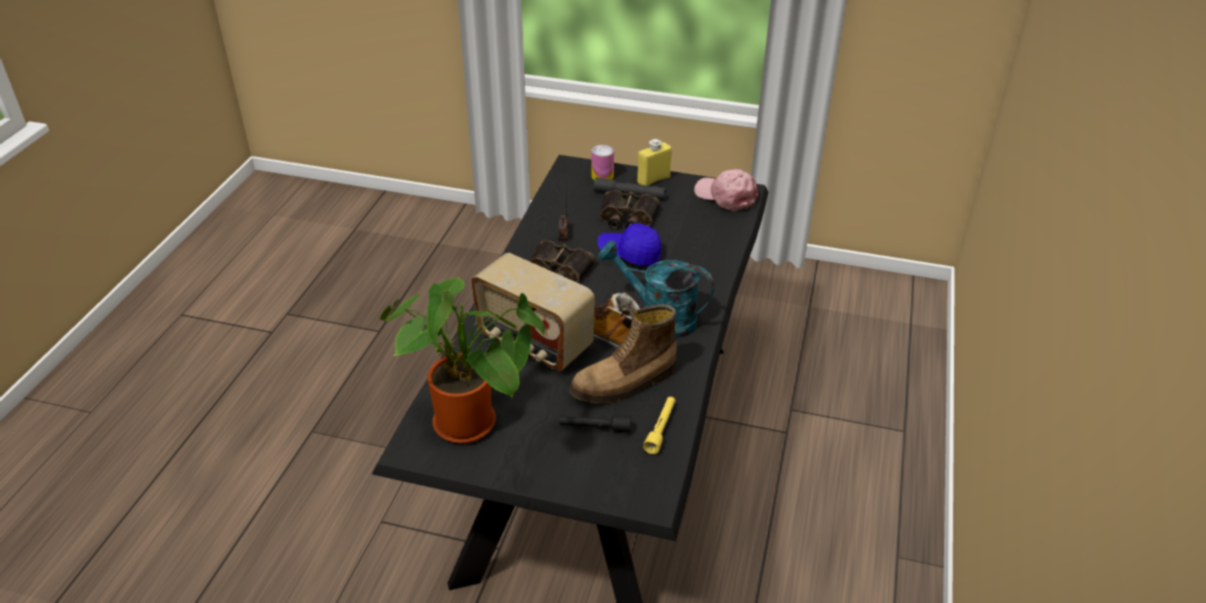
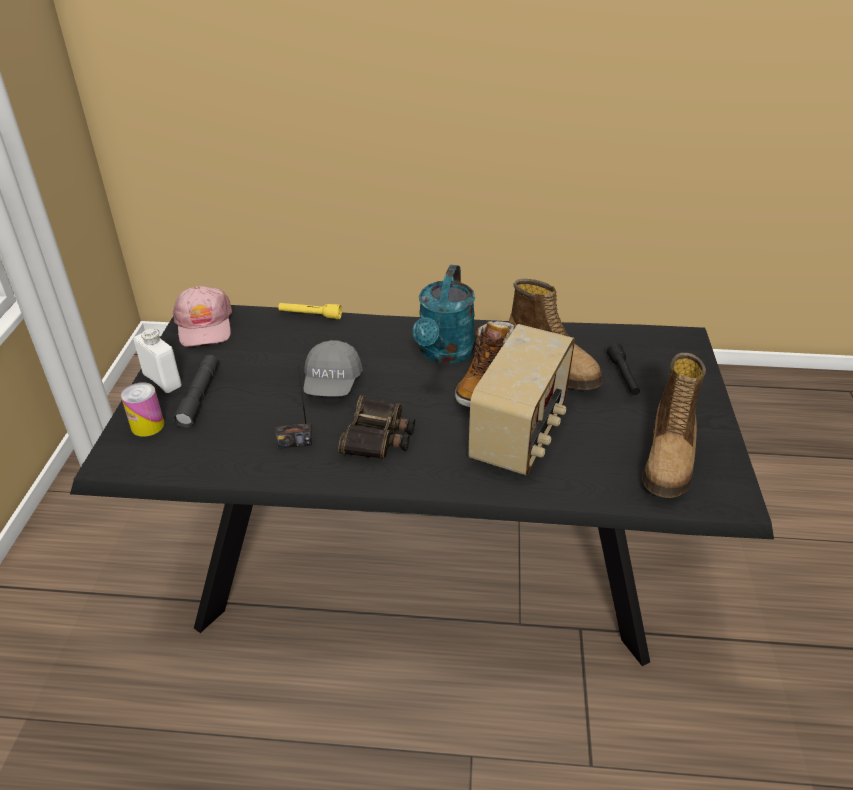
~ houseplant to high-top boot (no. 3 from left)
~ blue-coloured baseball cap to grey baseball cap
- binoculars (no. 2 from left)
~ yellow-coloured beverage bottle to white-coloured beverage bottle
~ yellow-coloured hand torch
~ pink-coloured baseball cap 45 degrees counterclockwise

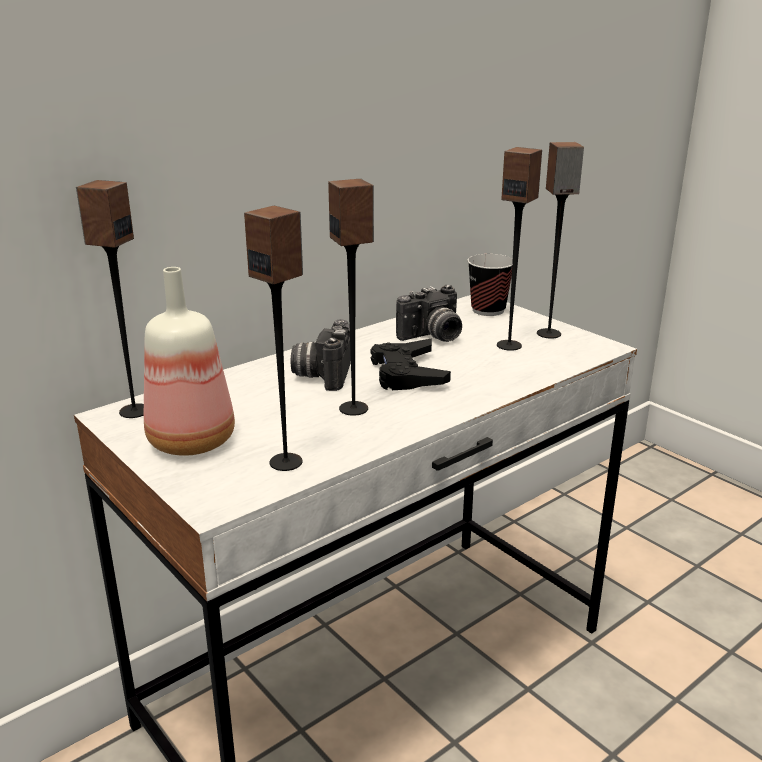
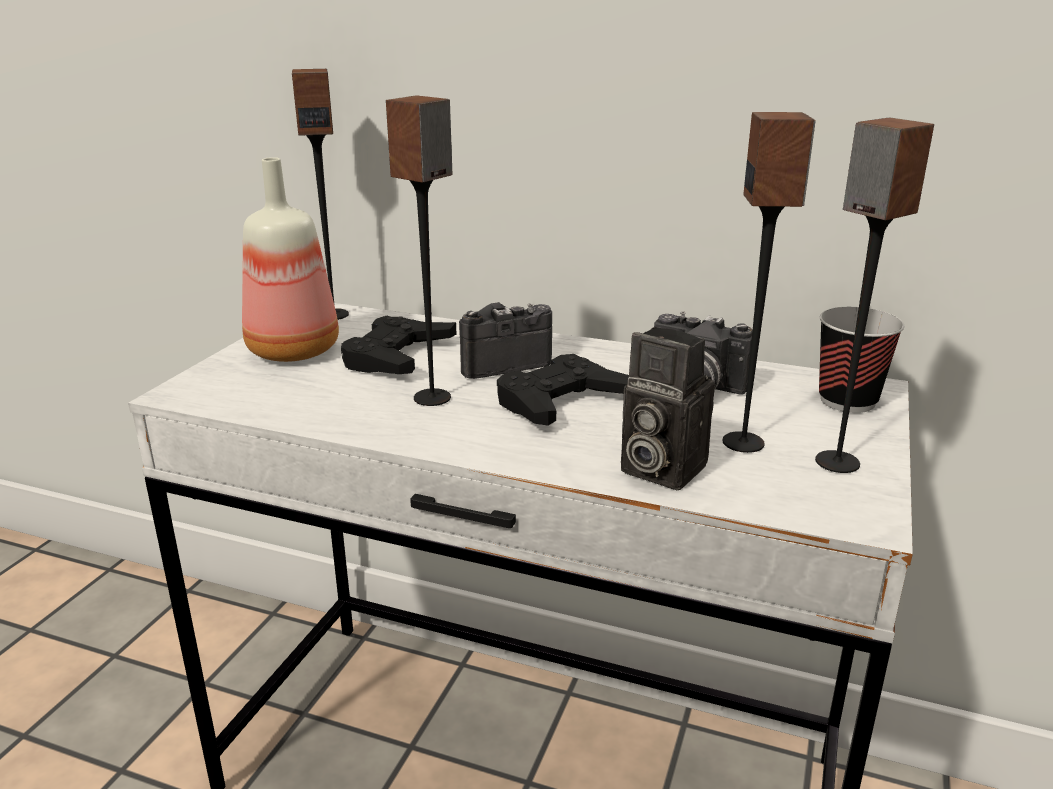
- speaker (no. 2 from left)
+ black-coloured joypad (no. 1 from left)
+ still camera (no. 2 from left)

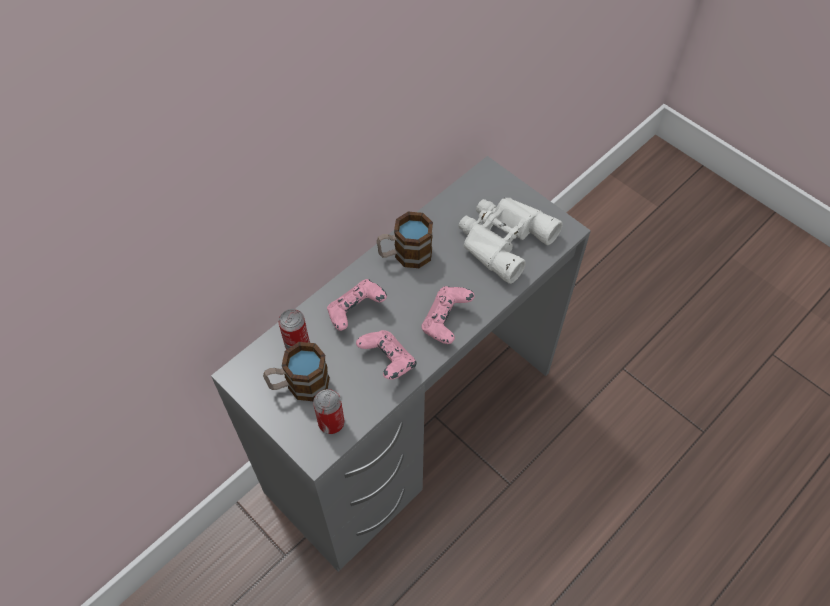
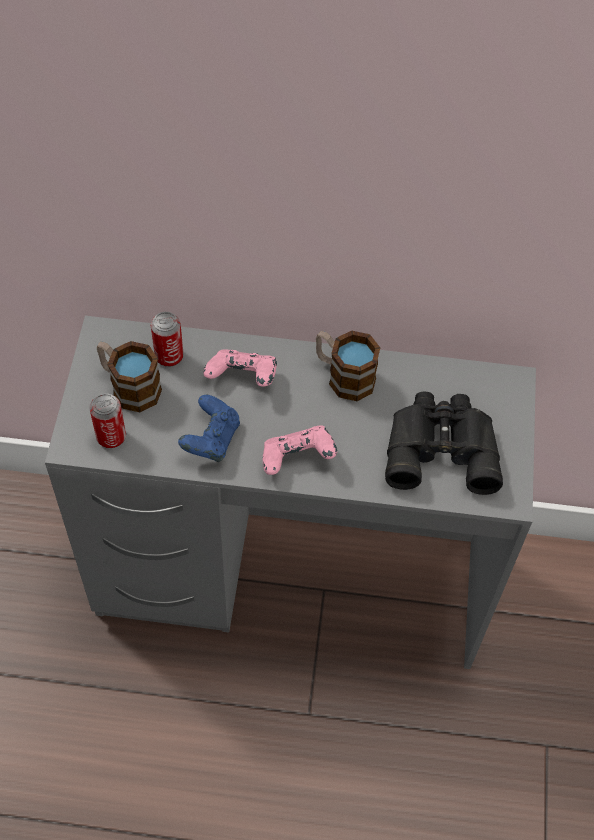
~ pink-coloured joypad (no. 2 from left) to blue-coloured joypad
~ white-coloured binoculars to black-coloured binoculars

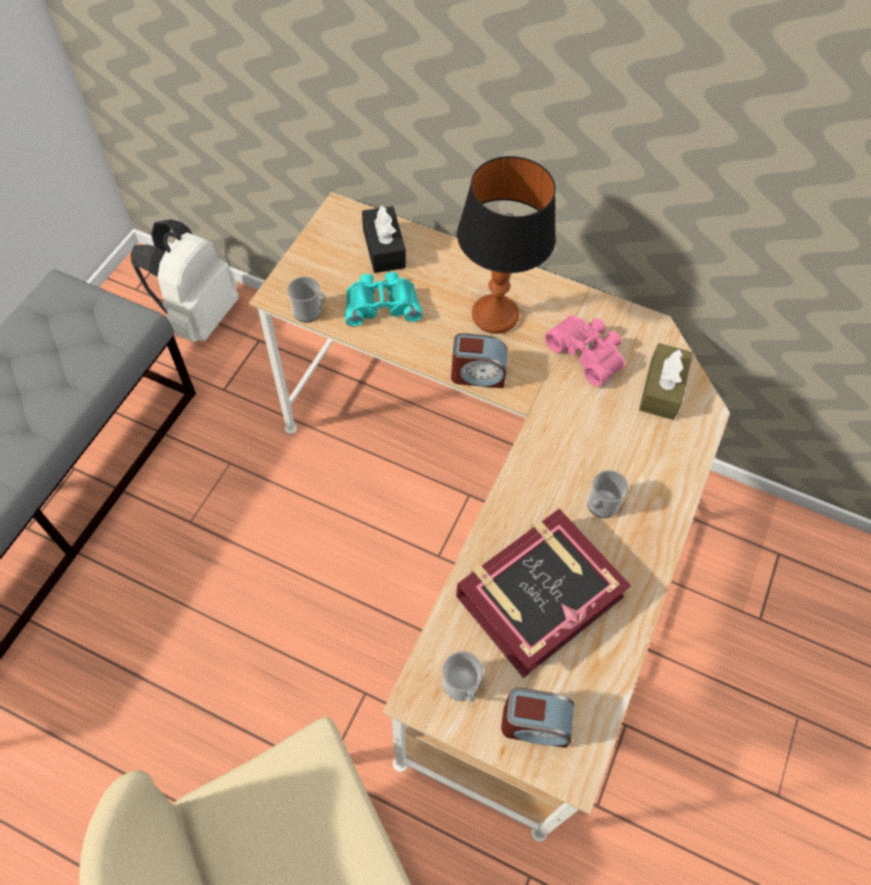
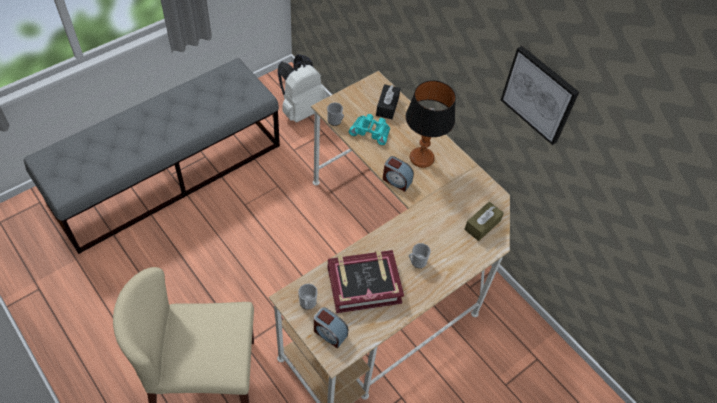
- pink-coloured binoculars
+ wall art

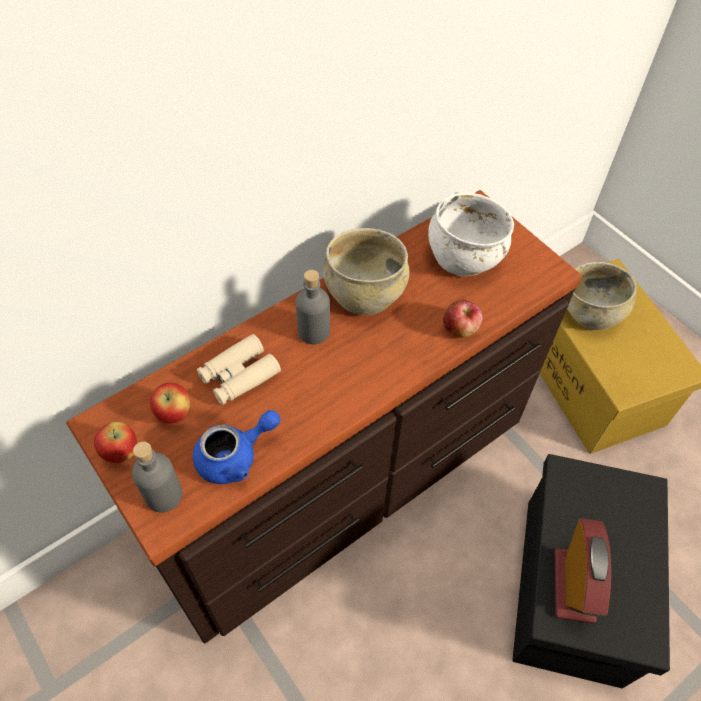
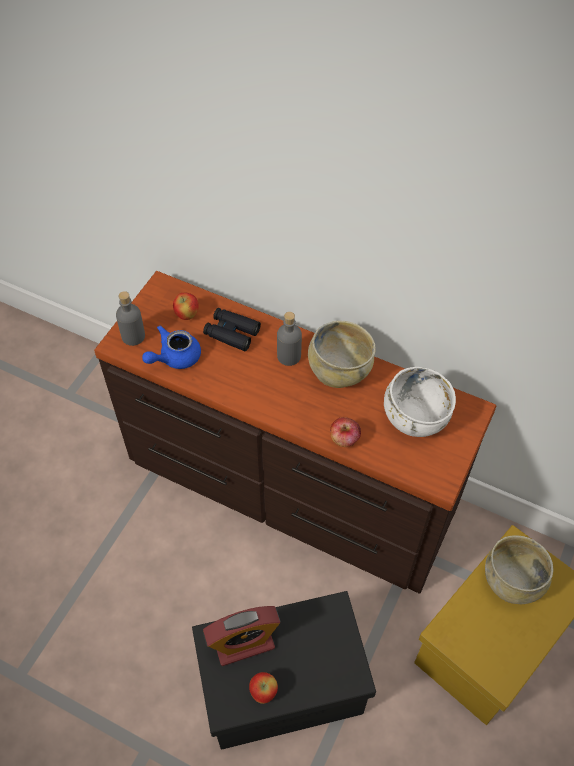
~ apple fruit (no. 1 from left in the first image) to apple fruit (no. 2 from left)
~ blue-coloured tea pot 105 degrees clockwise
~ beige-coloured binoculars to black-coloured binoculars

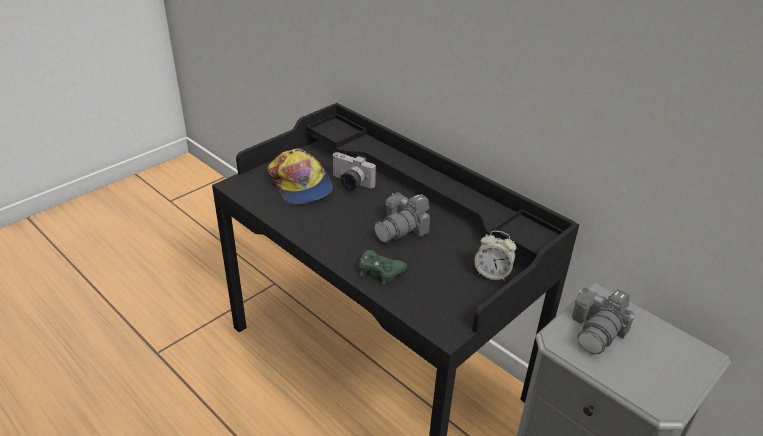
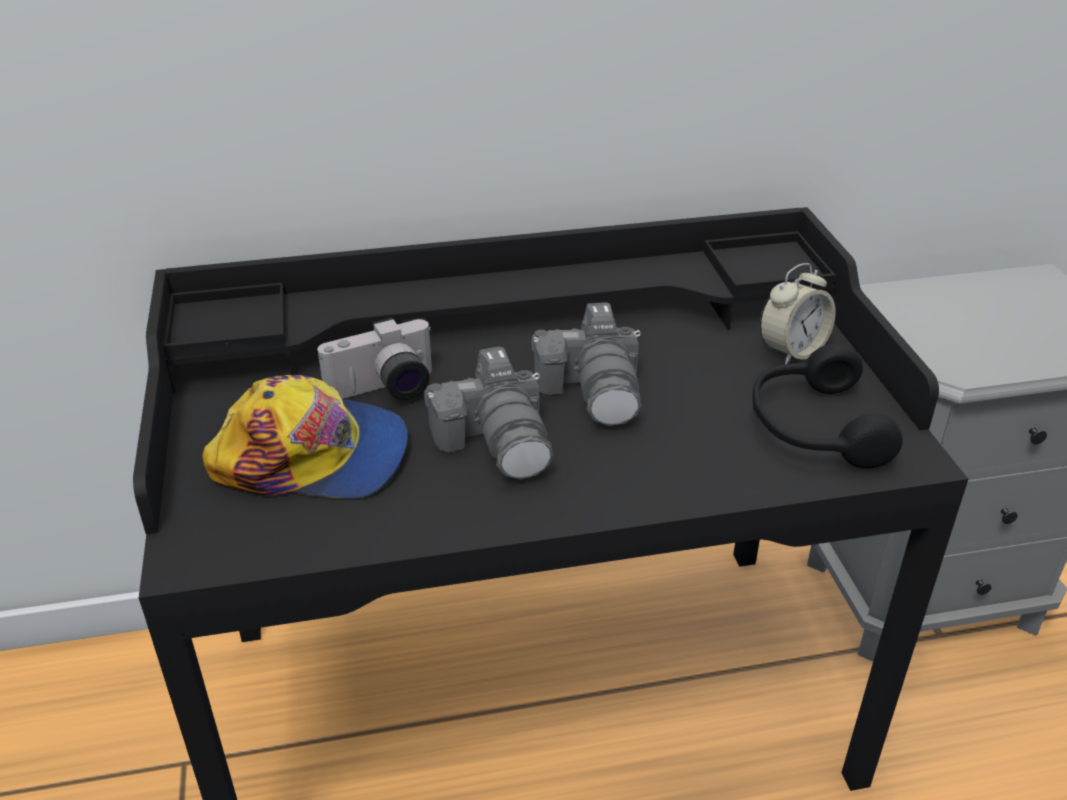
- greenish joypad
~ still camera (no. 3 from left in the first image) to still camera (no. 2 from left)
+ black-coloured pair of headphones

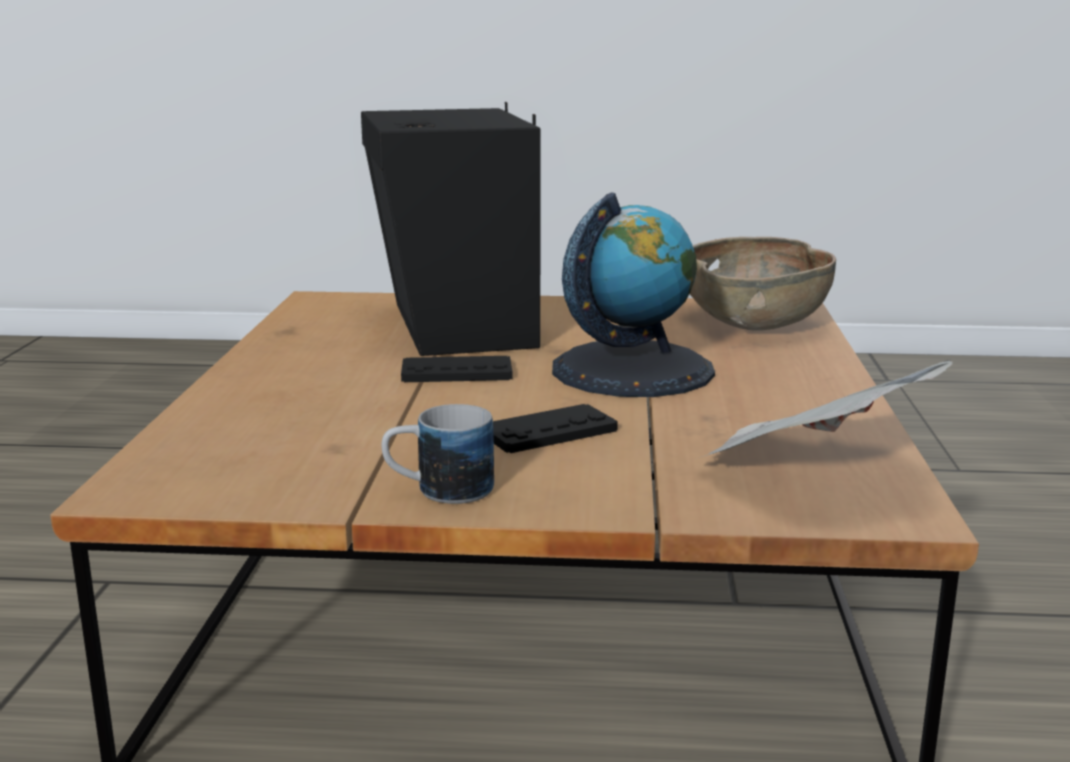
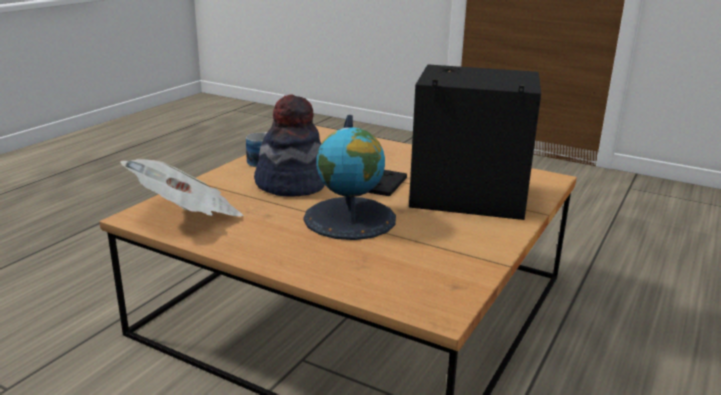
~ black-coloured joypad (no. 2 from left) to clothing hat
- brown serving bowl

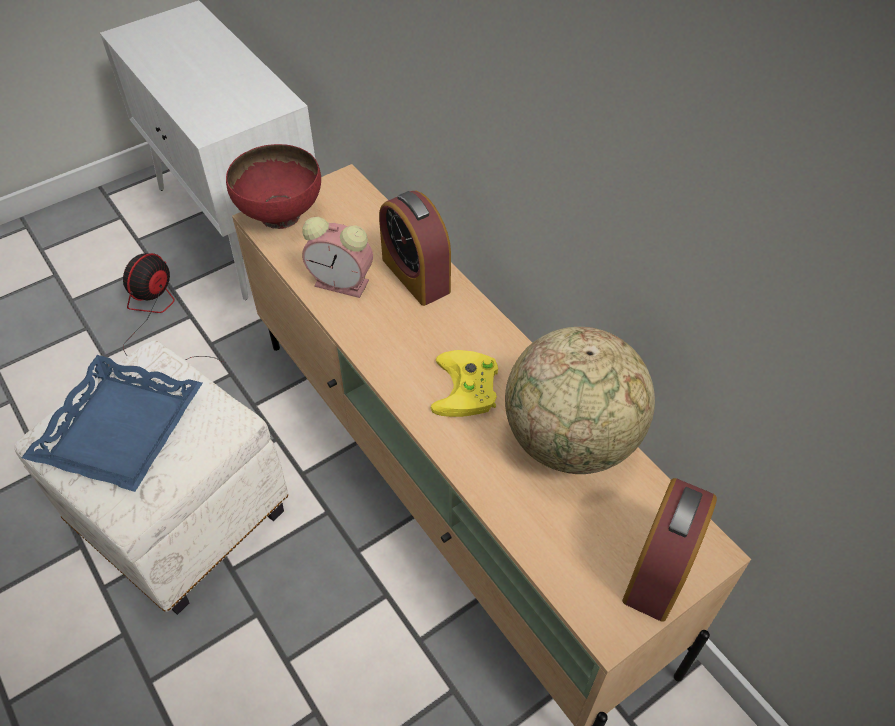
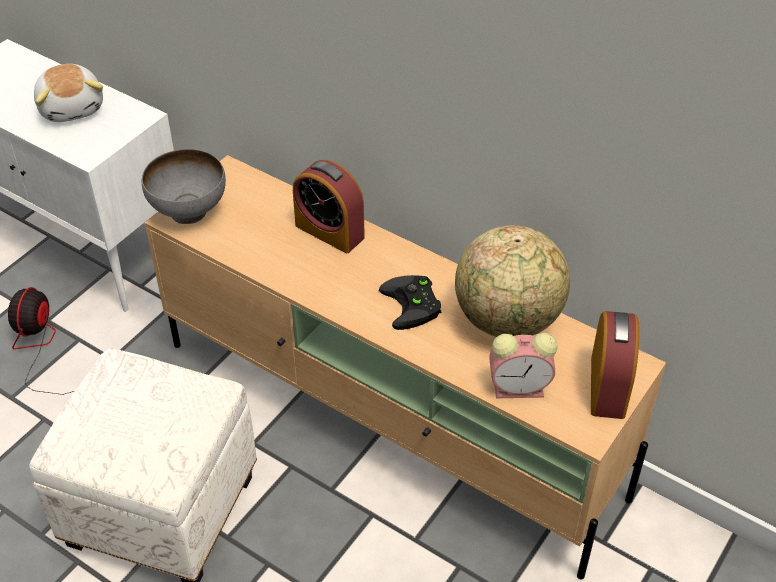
- blue-coloured carrying tray
~ red-coloured serving bowl to grey serving bowl
~ alarm clock (no. 1 from left in the first image) to alarm clock (no. 2 from left)
~ yellow-coloured joypad to black-coloured joypad
+ cuddly toy

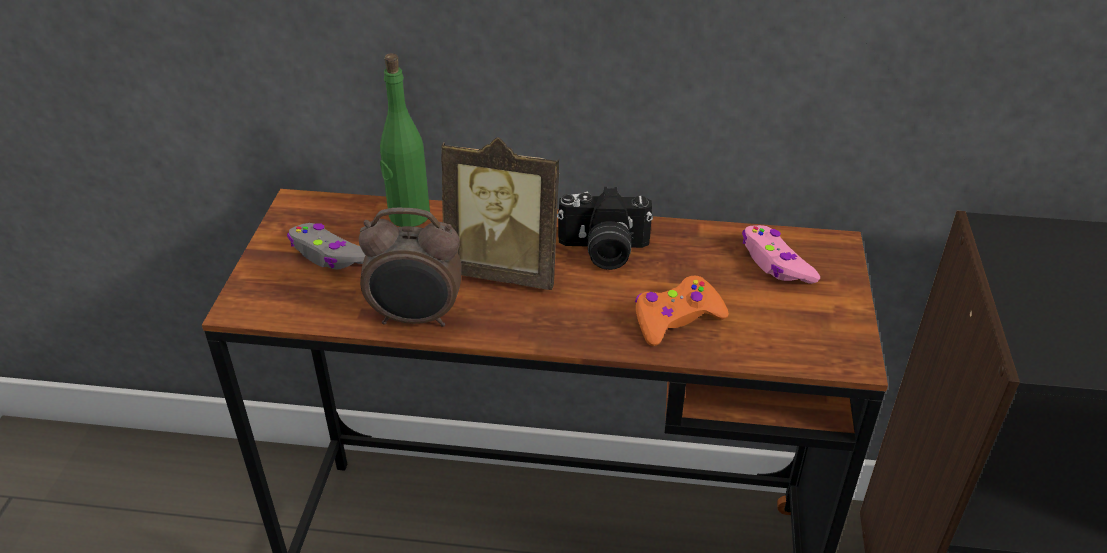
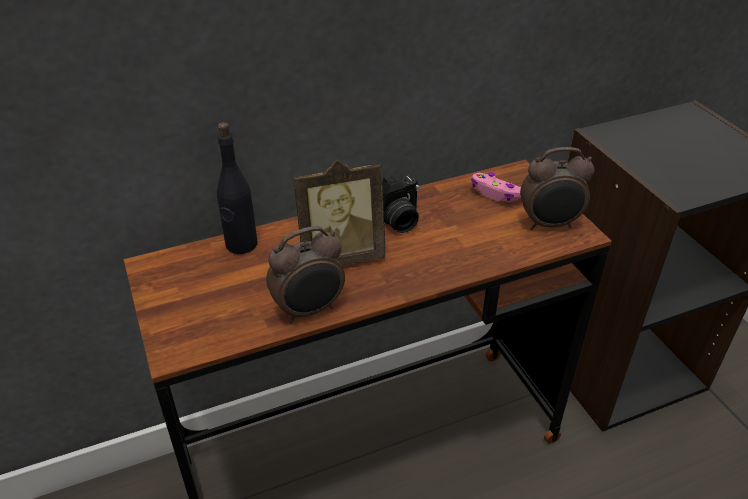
- grey joypad
~ greenish beverage bottle to black-coloured beverage bottle
- orangey joypad
+ alarm clock (no. 2 from left)

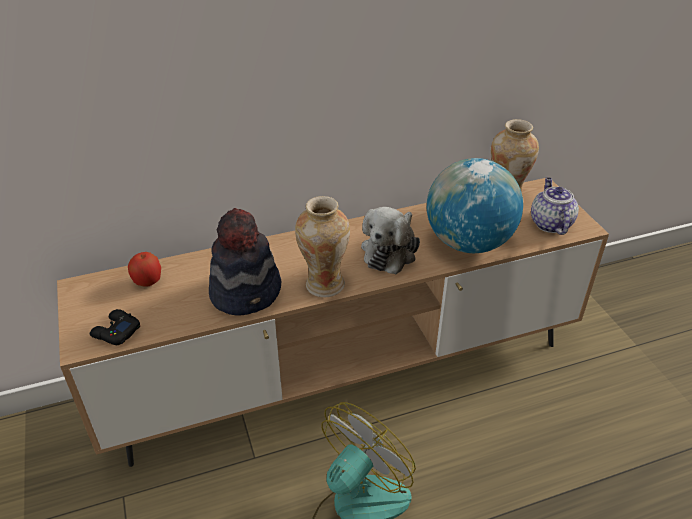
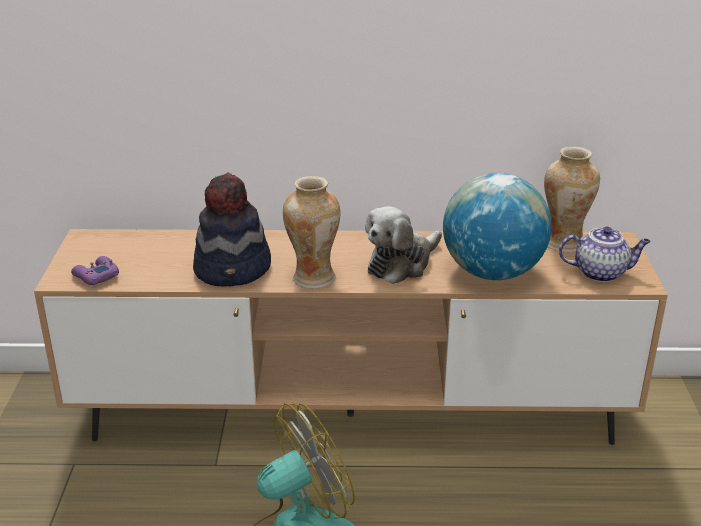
~ black-coloured joypad to purple-coloured joypad
- apple fruit
~ tea pot 75 degrees clockwise

